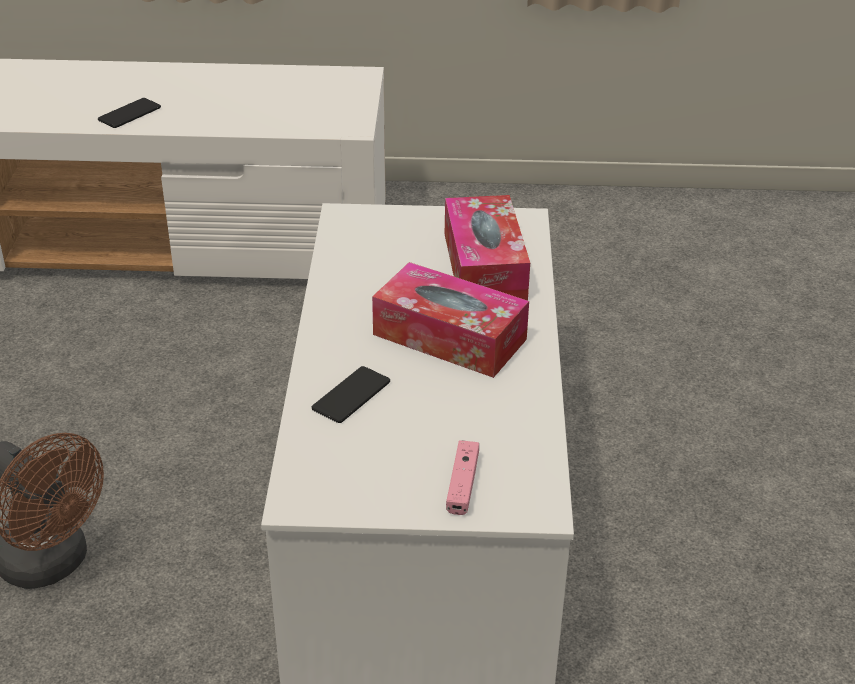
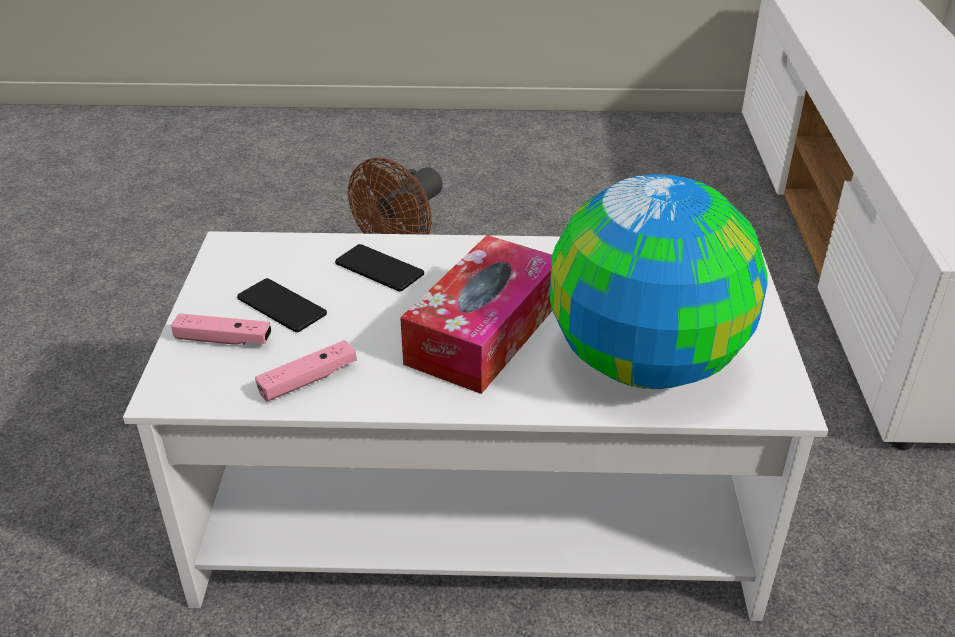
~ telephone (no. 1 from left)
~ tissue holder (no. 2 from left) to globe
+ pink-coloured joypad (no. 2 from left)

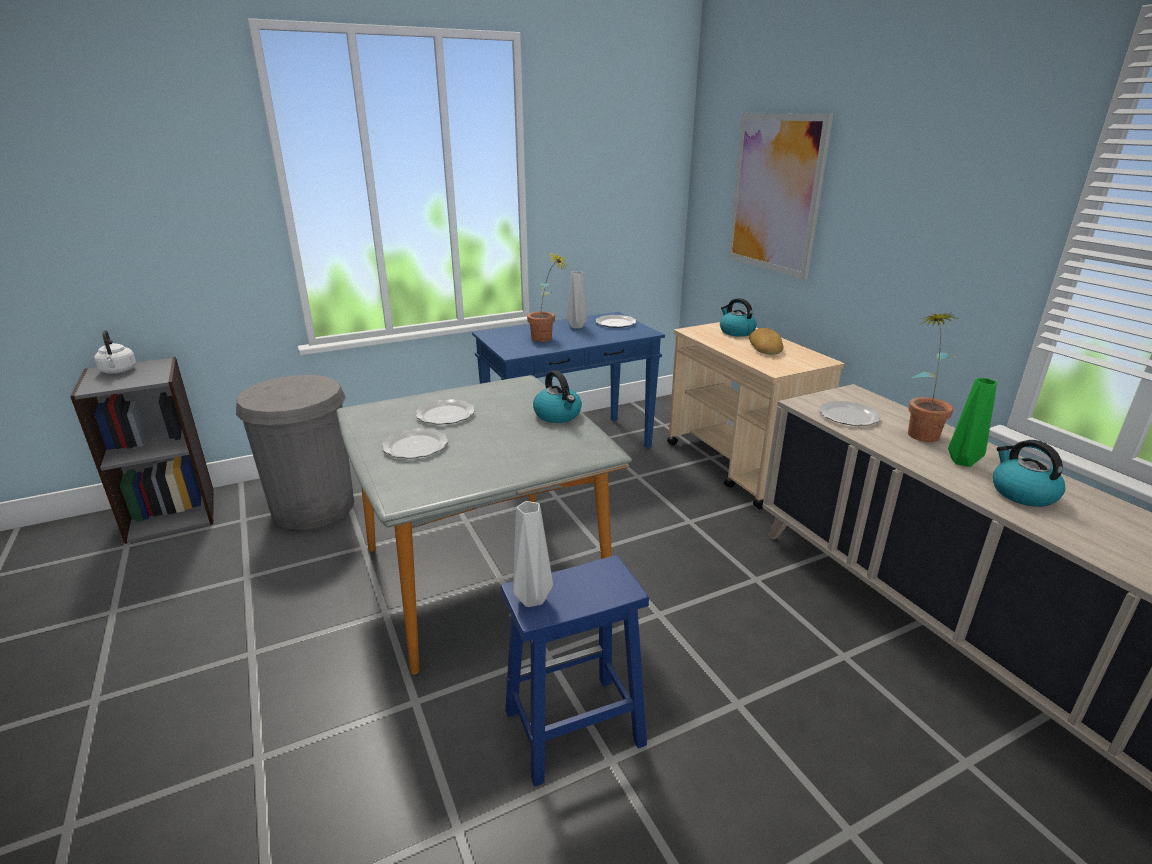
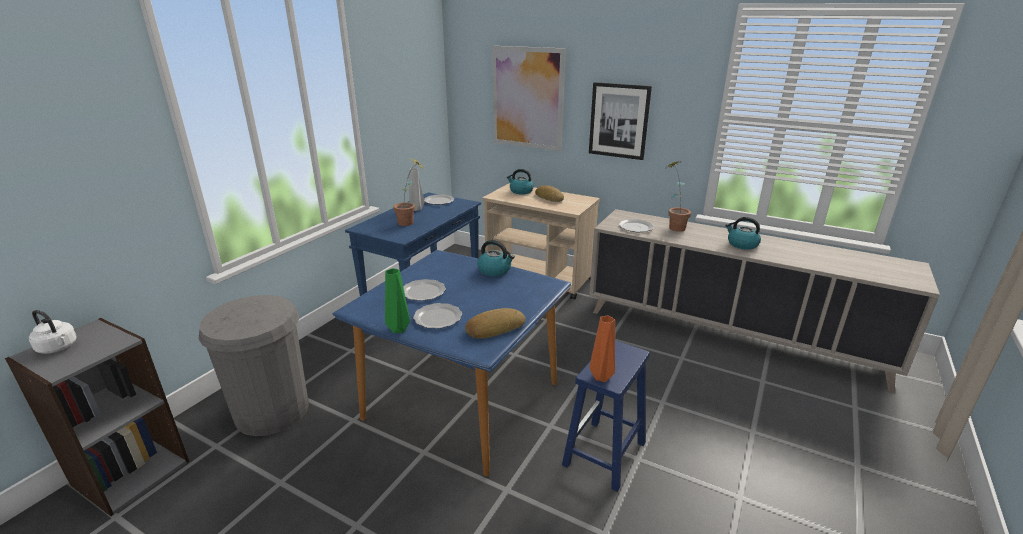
~ grey kitchen table to blue-coloured kitchen table
~ grey flower vase (no. 1 from left) to orangey flower vase
~ greenish flower vase
+ bakery bread (no. 1 from left)
+ wall art (no. 2 from left)

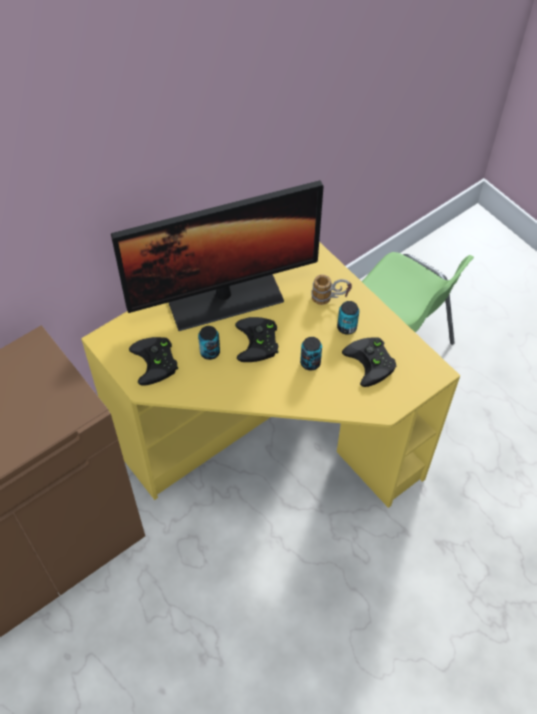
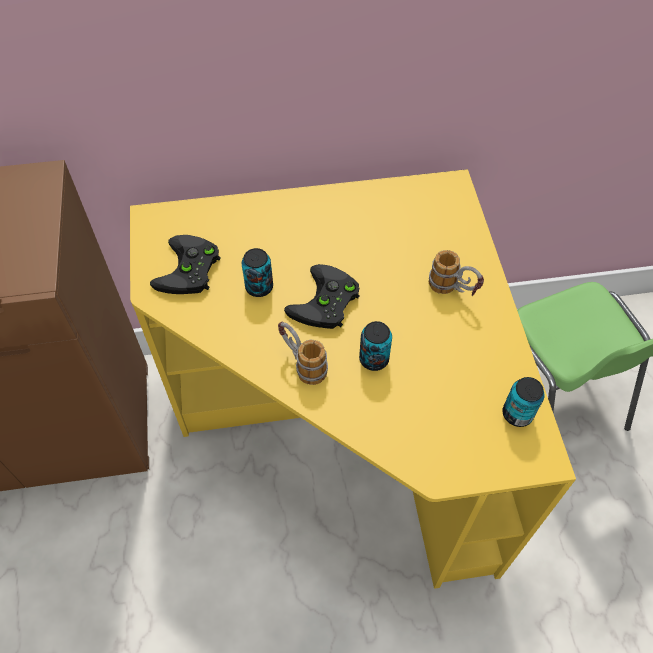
- computer screen
~ can (no. 3 from left)
- black-coloured joypad (no. 3 from left)
+ tea mug (no. 1 from left)

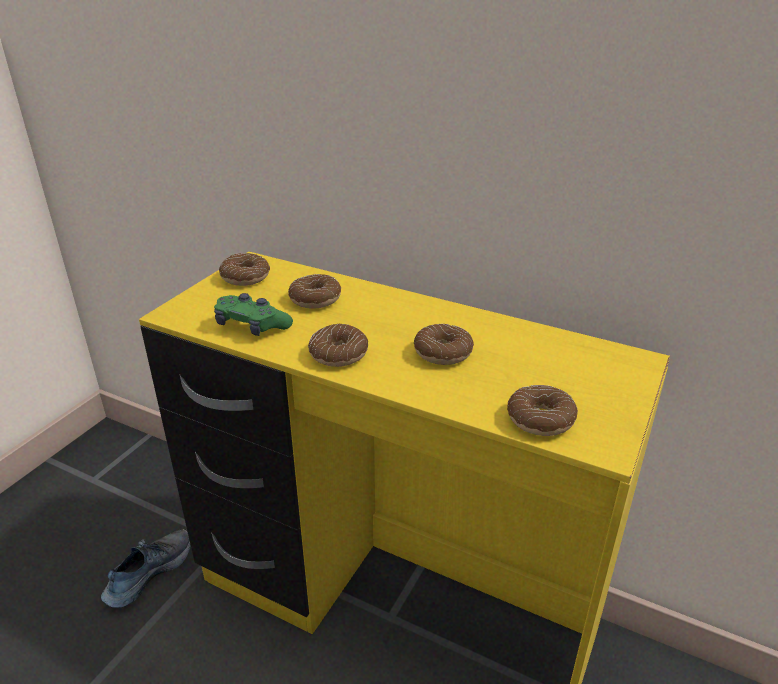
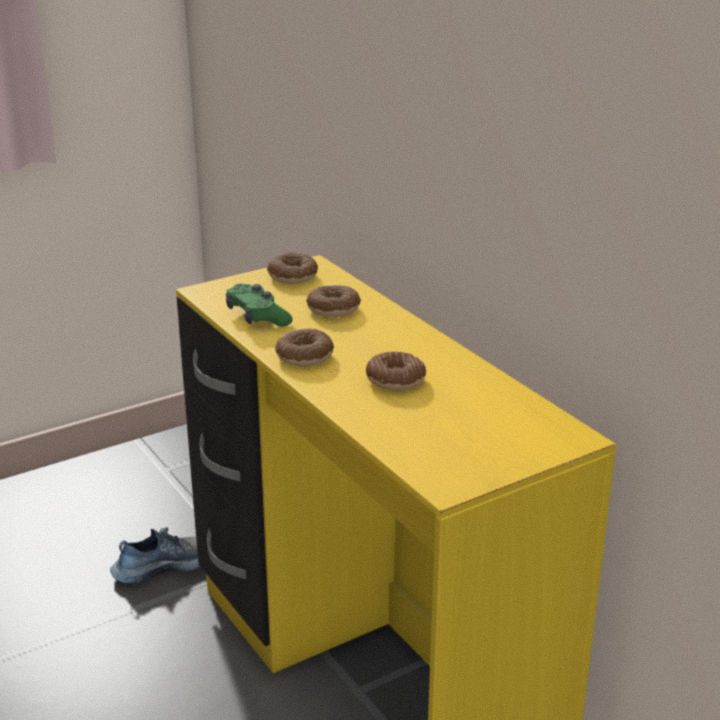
- doughnut (no. 5 from left)

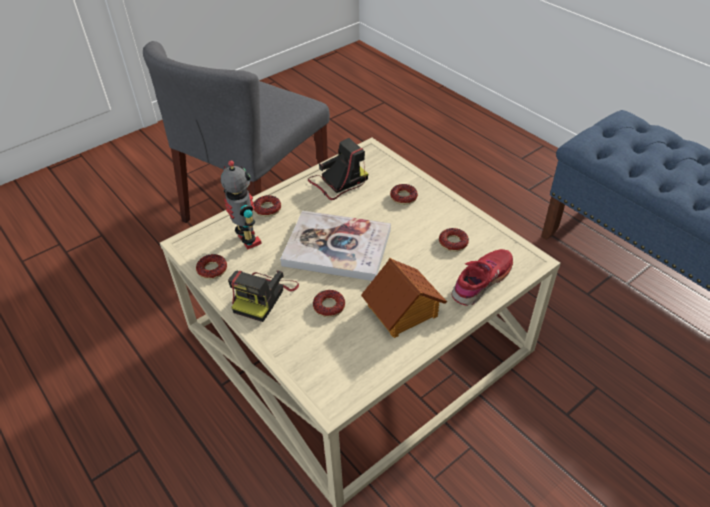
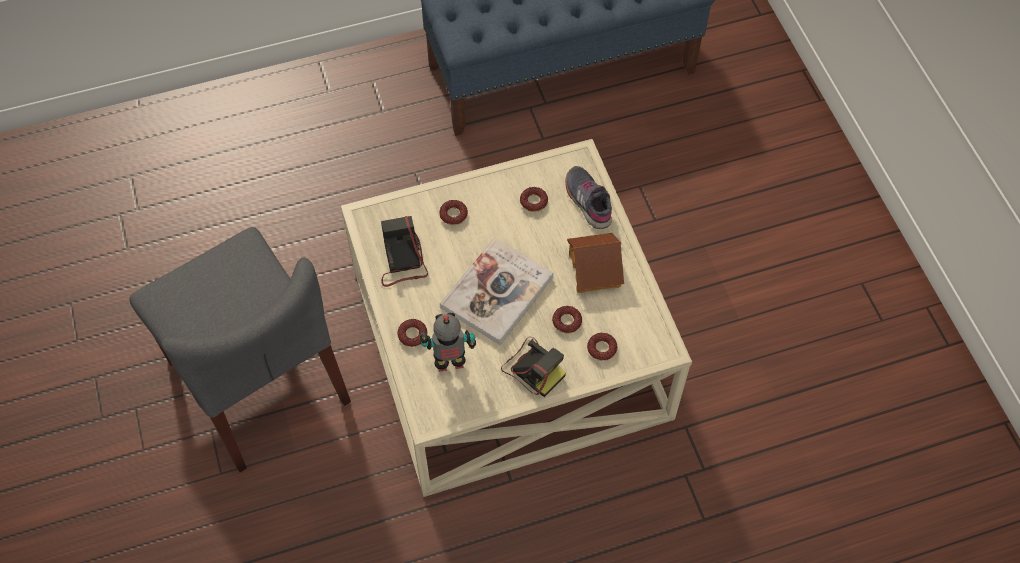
~ doughnut (no. 1 from left in the first image) to doughnut (no. 5 from left)
~ red-coloured shoe to grey shoe

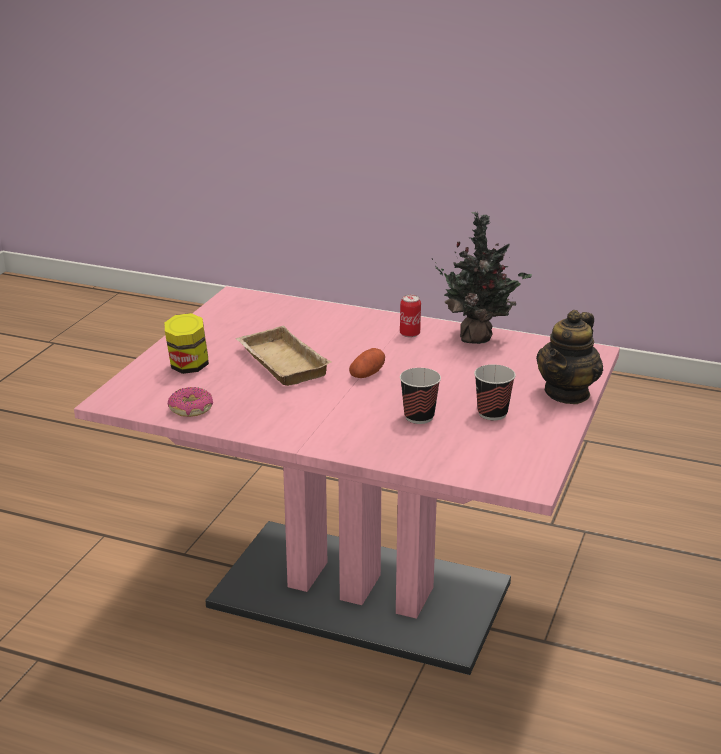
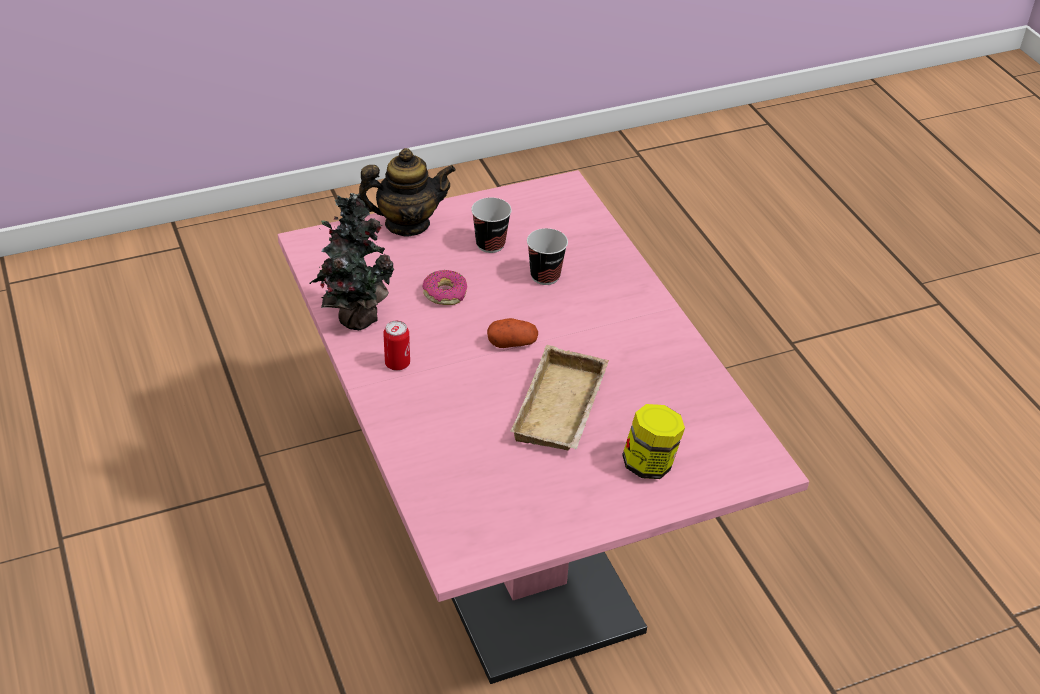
~ doughnut

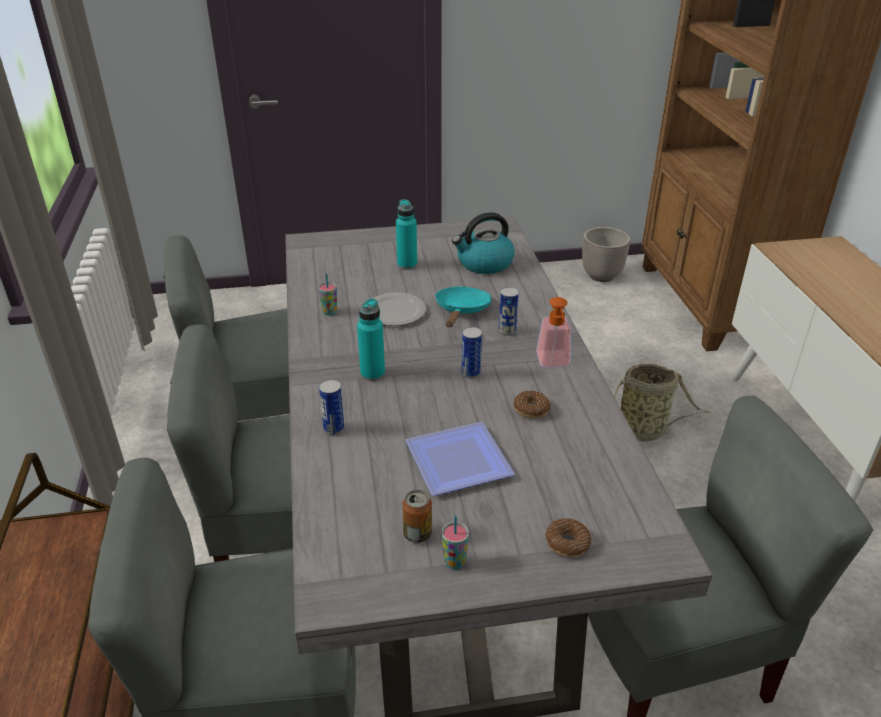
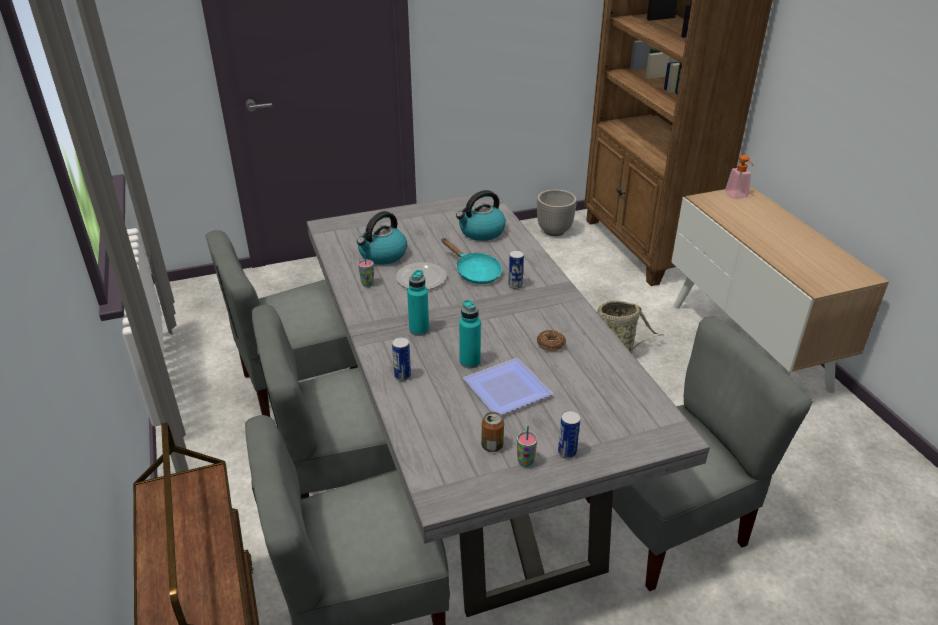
~ blue-green beverage bottle (no. 2 from left)
~ blue-green skillet 135 degrees clockwise
~ can (no. 3 from left in the first image) to can (no. 4 from left)
~ soap bottle
- doughnut (no. 2 from left)
+ tea kettle (no. 1 from left)

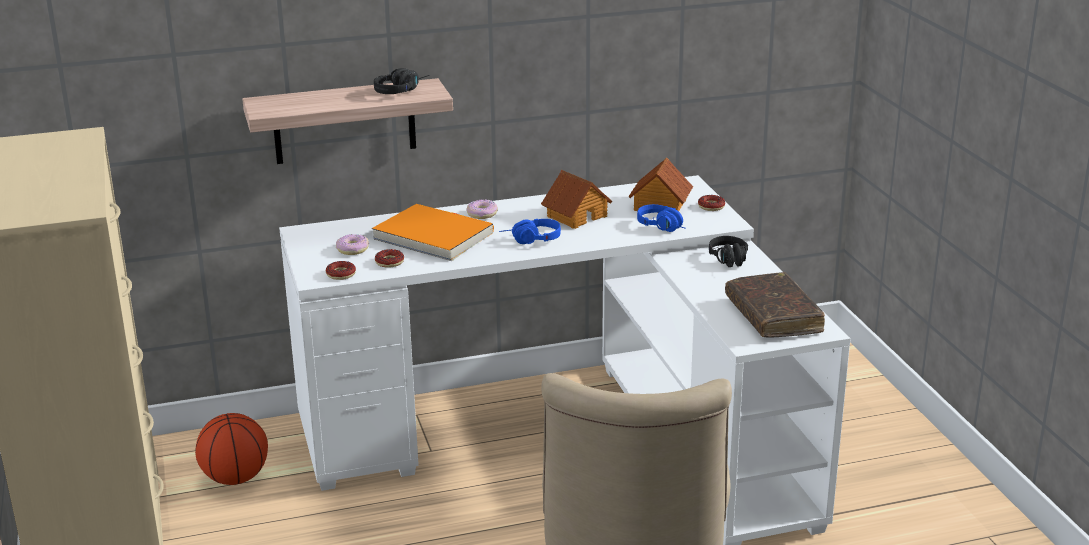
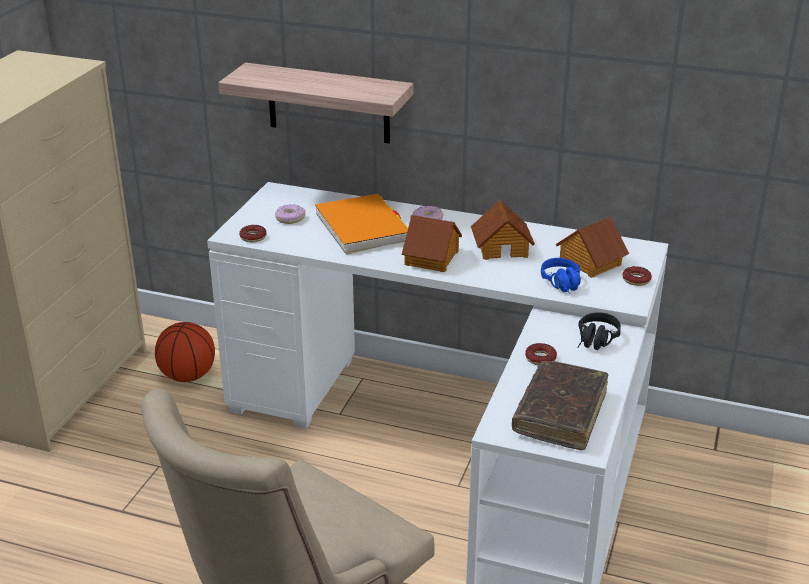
- black-coloured pair of headphones (no. 1 from left)
~ doughnut (no. 3 from left in the first image) to doughnut (no. 4 from left)
~ blue-coloured pair of headphones (no. 1 from left) to miniature house (no. 1 from left)

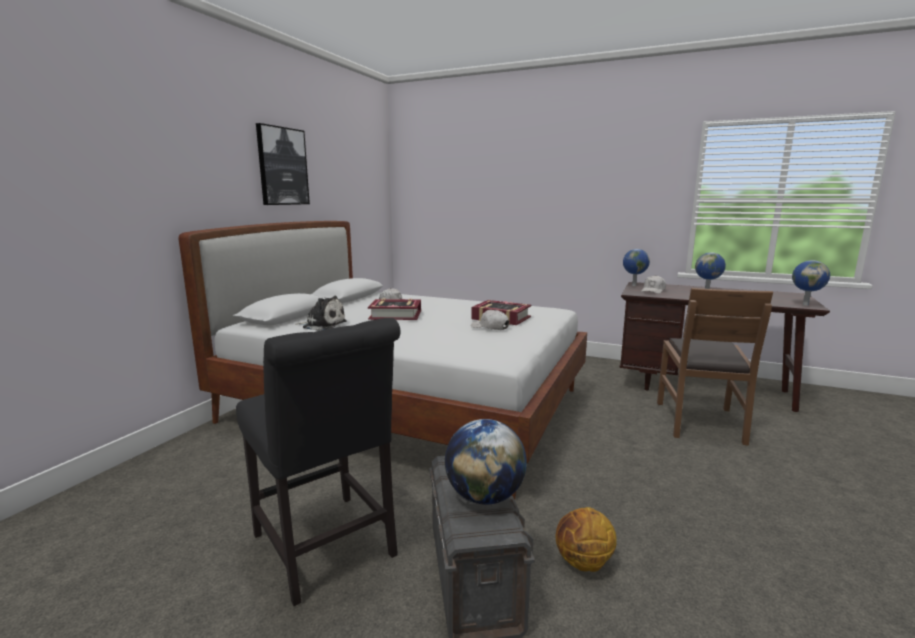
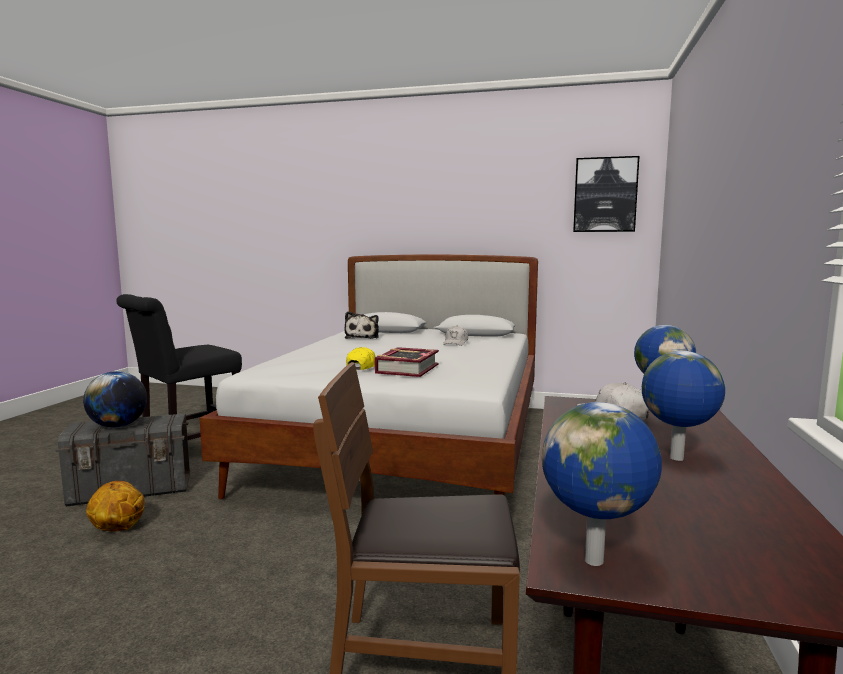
~ wall art
- bound book (no. 1 from left)
~ white-coloured baseball cap (no. 2 from left) to yellow-coloured baseball cap

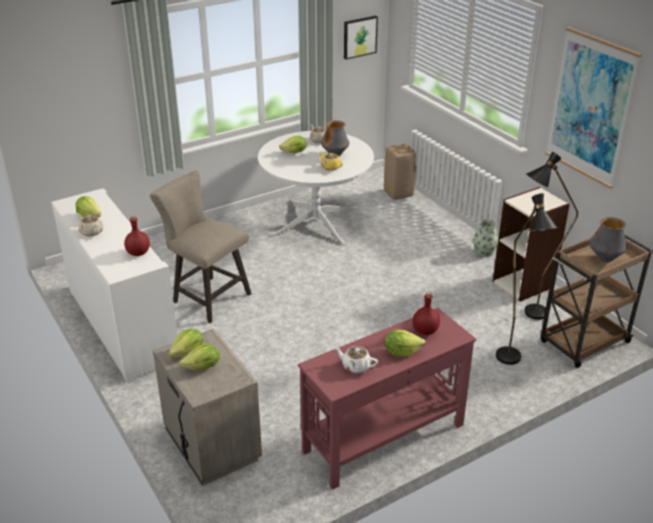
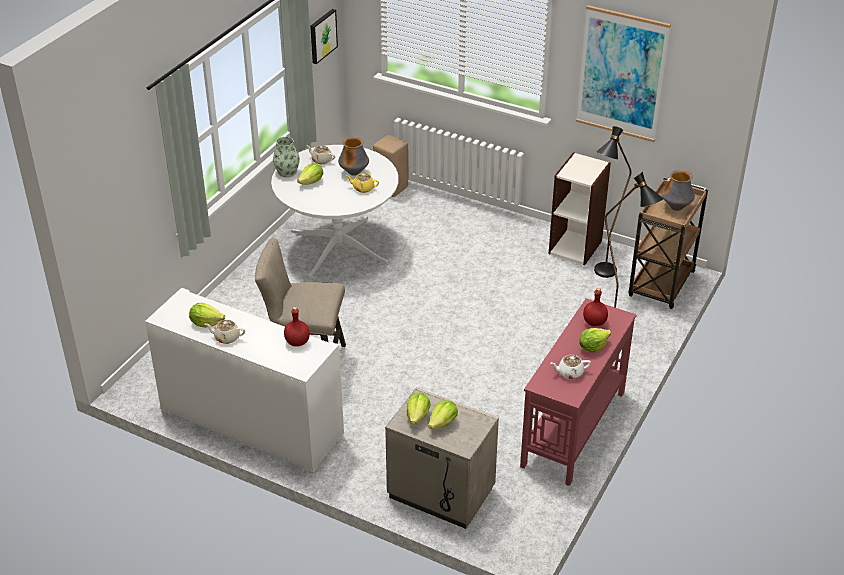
~ flower vase (no. 2 from left in the first image) to flower vase (no. 1 from left)

